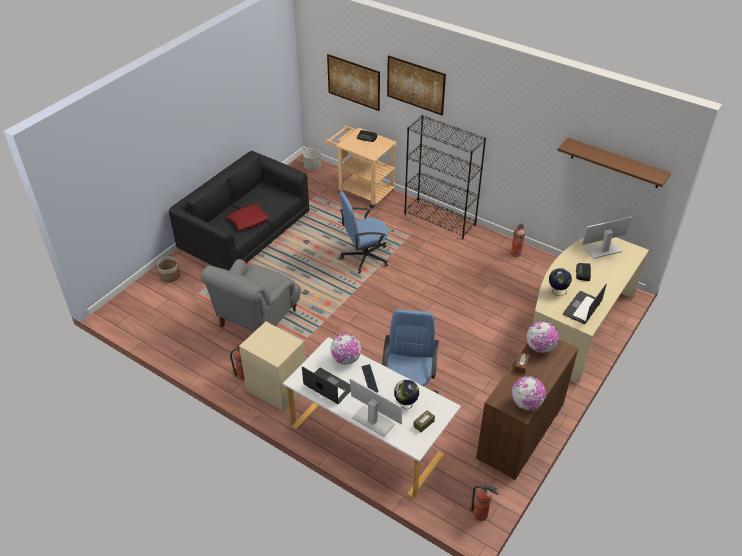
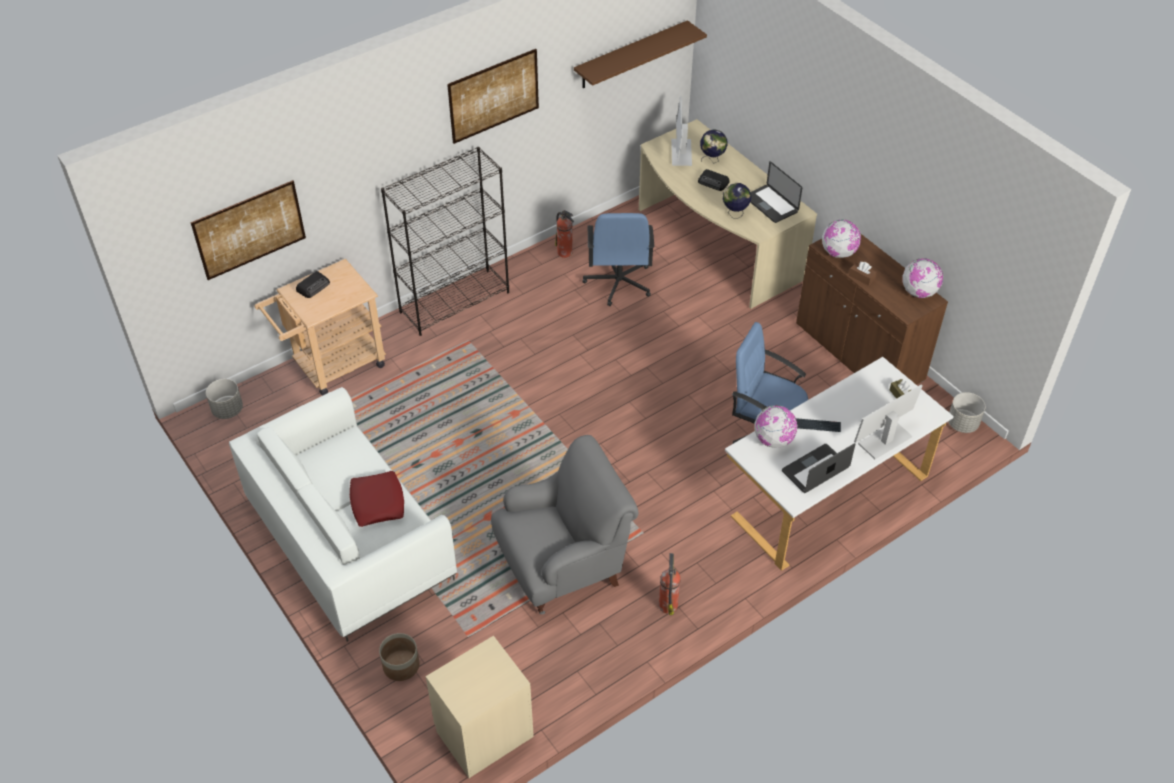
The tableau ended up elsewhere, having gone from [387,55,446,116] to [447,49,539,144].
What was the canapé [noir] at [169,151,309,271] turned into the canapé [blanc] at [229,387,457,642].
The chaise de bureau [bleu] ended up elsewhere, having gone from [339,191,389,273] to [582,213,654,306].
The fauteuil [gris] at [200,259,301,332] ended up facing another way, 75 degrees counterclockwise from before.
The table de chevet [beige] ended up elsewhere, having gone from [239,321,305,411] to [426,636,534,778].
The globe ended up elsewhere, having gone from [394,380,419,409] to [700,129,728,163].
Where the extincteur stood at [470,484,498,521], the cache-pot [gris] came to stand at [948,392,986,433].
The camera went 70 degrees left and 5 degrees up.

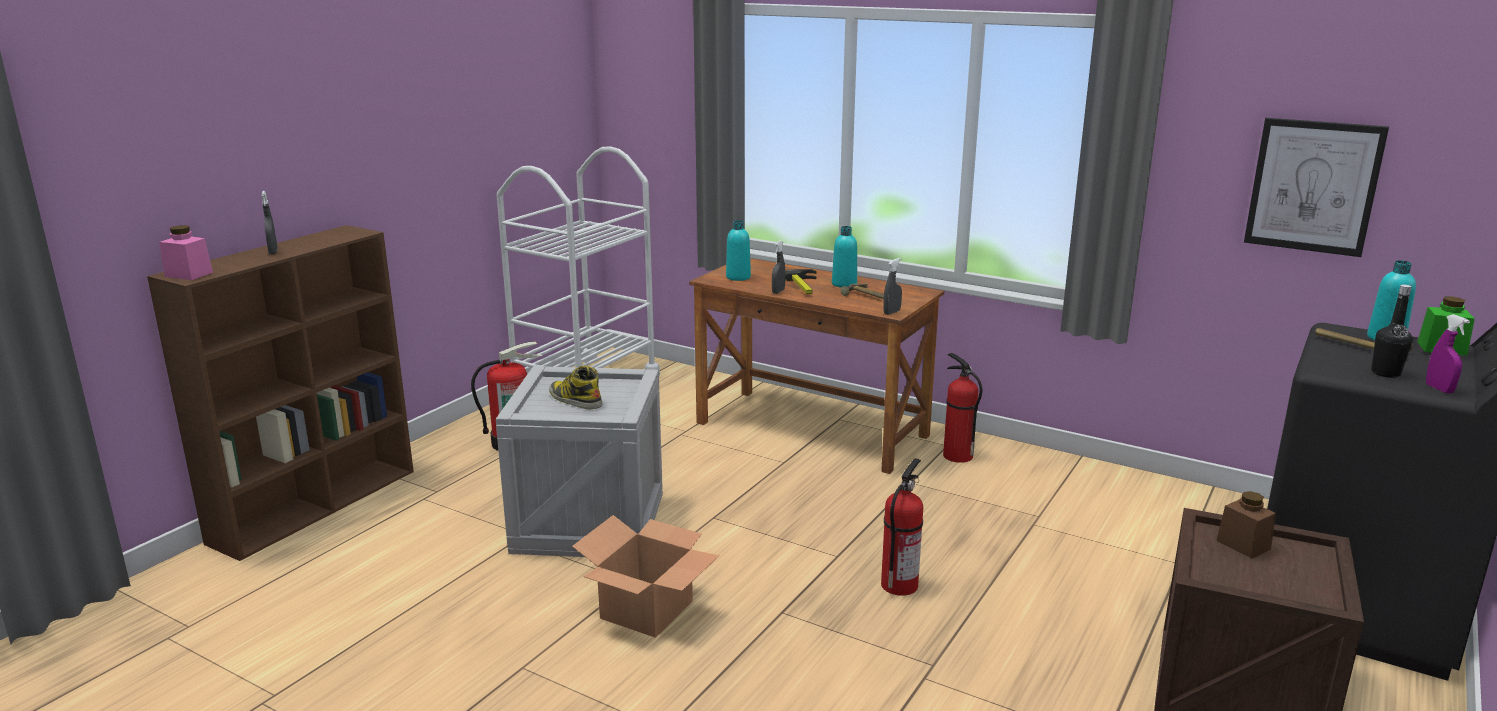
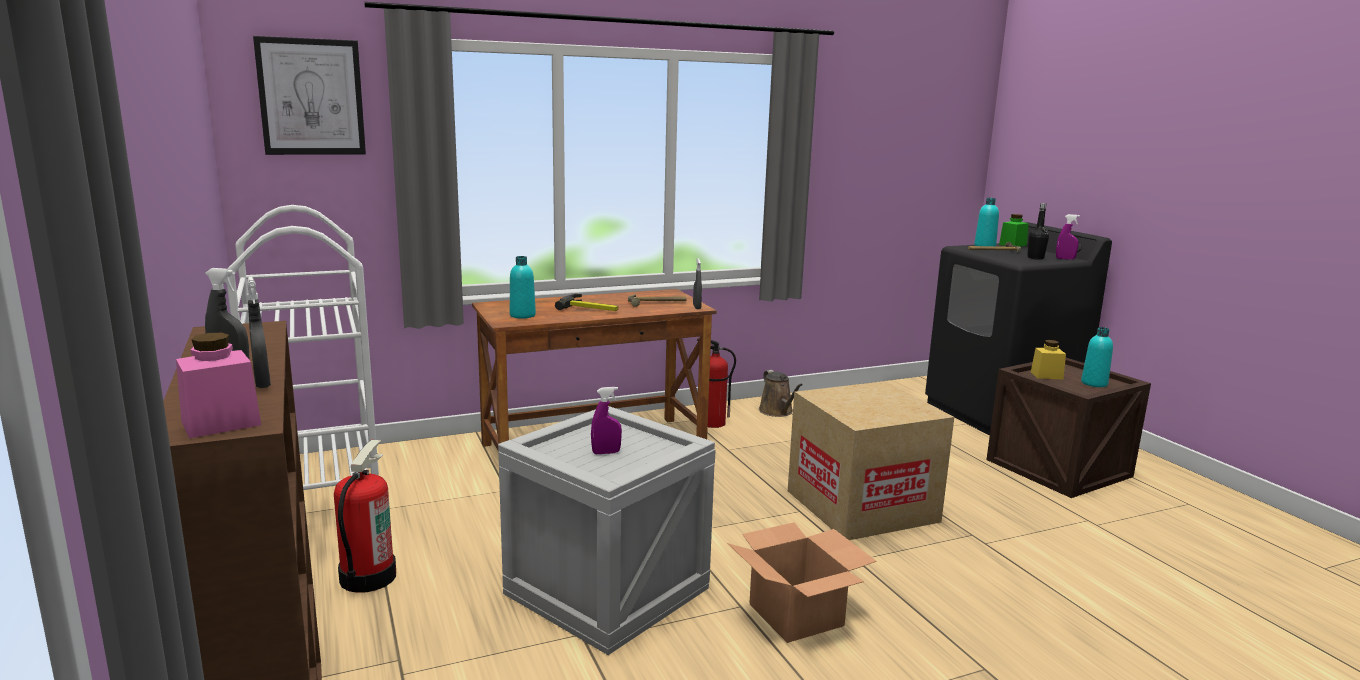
The tableau ended up elsewhere, having gone from [1244,118,1389,257] to [253,36,366,155].
The bouteille [turquoise] ended up elsewhere, having gone from [832,226,857,288] to [1081,327,1113,387].
The vaporisateur [gris] ended up elsewhere, having gone from [772,241,785,294] to [247,277,271,388].
Where the botte stood at [549,366,603,409], the vaporisateur [violet] came to stand at [591,387,622,454].
Where the extincteur stood at [881,458,923,596], the carton came to stand at [788,381,954,540].
What was the bocal [marron] at [1217,491,1276,559] turned into the bocal [jaune] at [1031,340,1066,380].
The second view gained the arrosoir [marron] at [759,370,803,417].
The camera went 55 degrees left and 5 degrees down.

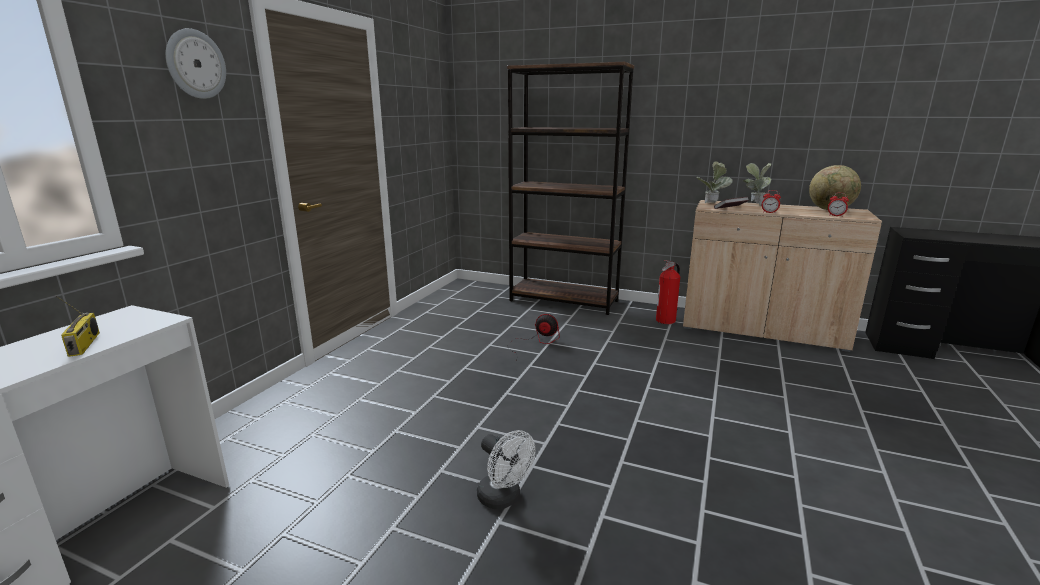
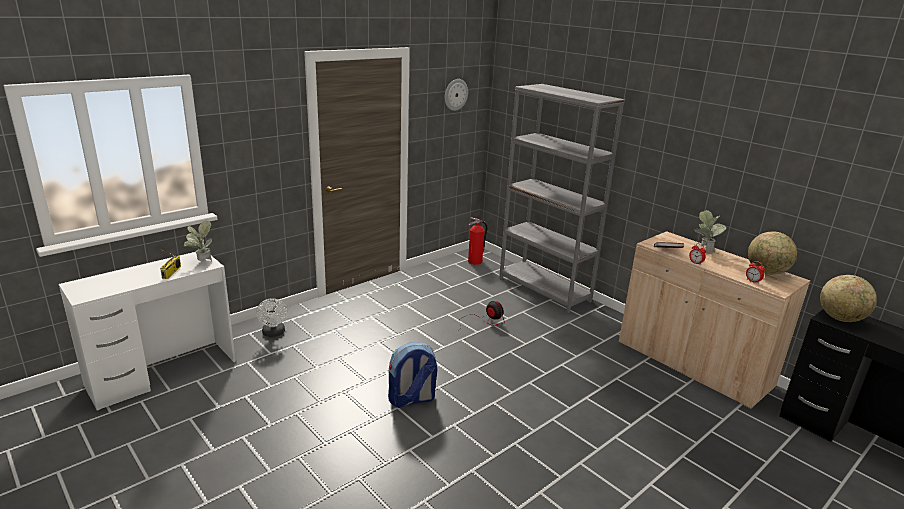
The horloge murale ended up elsewhere, having gone from [165,28,226,99] to [445,79,468,111].
What was the bibliothèque [marron] at [507,62,634,315] turned into the bibliothèque [gris] at [499,84,625,313].
The plante en pot ended up elsewhere, having gone from [697,161,733,203] to [184,221,213,261].
The extincteur ended up elsewhere, having gone from [656,260,680,324] to [468,217,487,265].
The ventilateur [blanc] ended up elsewhere, having gone from [477,430,536,509] to [256,298,287,337].
The second view gained the globe at [820,275,877,322].
The second view gained the sac à dos at [388,342,437,408].
The camera went 25 degrees right and 5 degrees up.

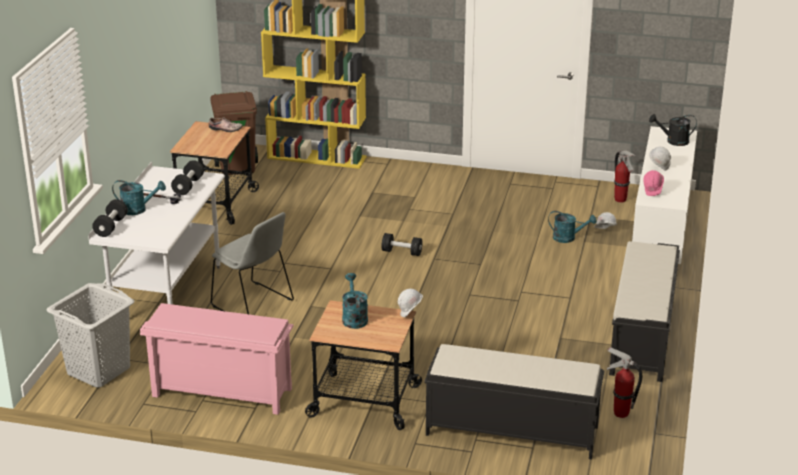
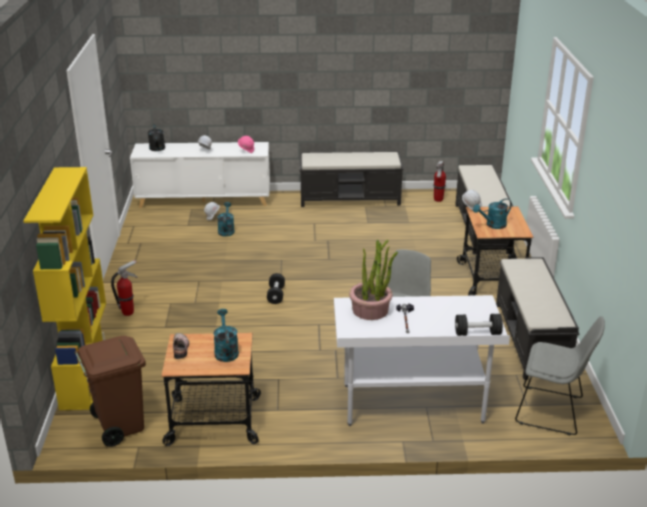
The extincteur ended up elsewhere, having gone from [614,150,635,203] to [111,260,137,316].
Where the haltère [noir] stood at [171,160,204,195], the plante en pot came to stand at [349,239,398,320].
The arrosoir [turquoise] ended up elsewhere, having gone from [112,180,166,215] to [213,309,239,362].
Where the panier à linge [gris] stood at [46,283,135,388], the chaise [gris] came to stand at [515,316,605,436].
Where the étagère à chaussures [rose] stood at [140,303,293,415], the banc [noir] came to stand at [496,257,579,380].
The camera went 105 degrees left and 0 degrees up.

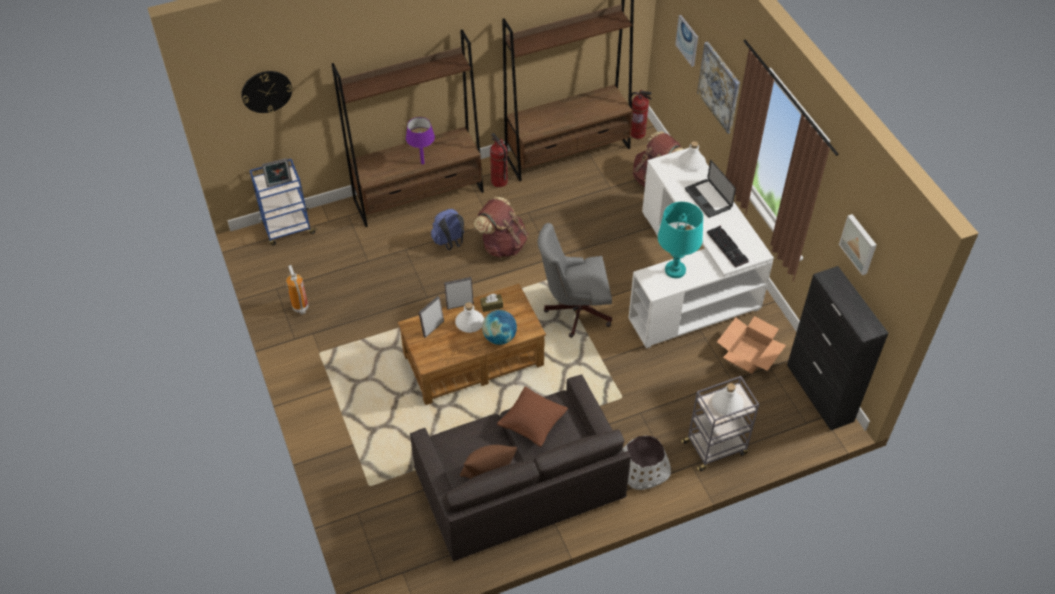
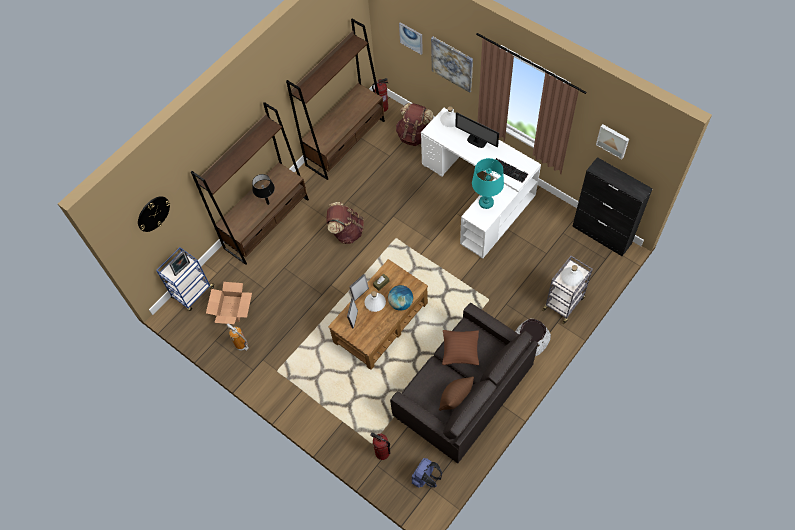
What was the lampe de table [violet] at [406,117,435,164] turned into the lampe de table [noir] at [252,174,275,205].
The extincteur ended up elsewhere, having gone from [490,133,508,187] to [371,432,391,460].
Where the ordinateur portable stood at [685,160,736,218], the écran d'ordinateur came to stand at [455,112,499,148].
The sac à dos [bleu] ended up elsewhere, having gone from [431,209,464,250] to [411,458,442,488].
The second view lost the chaise de bureau [gris] at [538,223,612,338].
The carton ended up elsewhere, having gone from [717,316,786,374] to [206,282,252,324].
The camera went 25 degrees left and 10 degrees up.

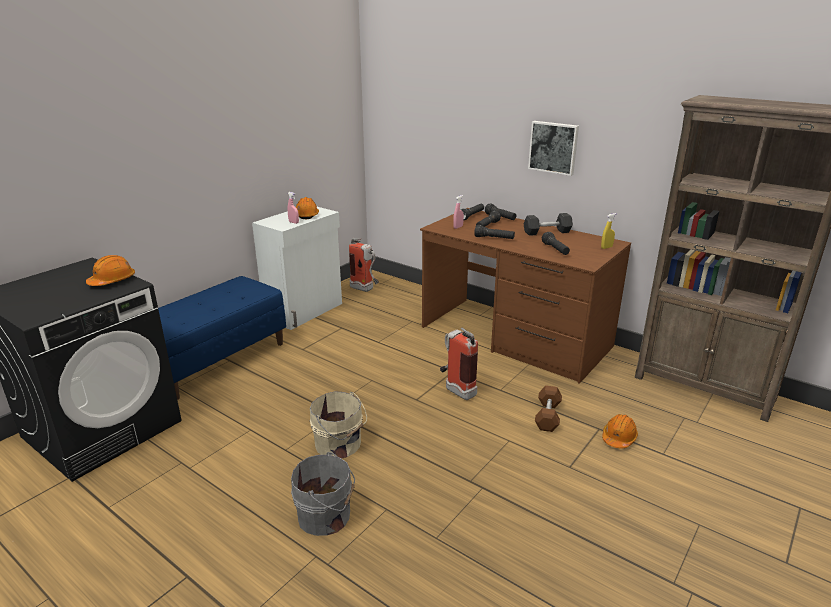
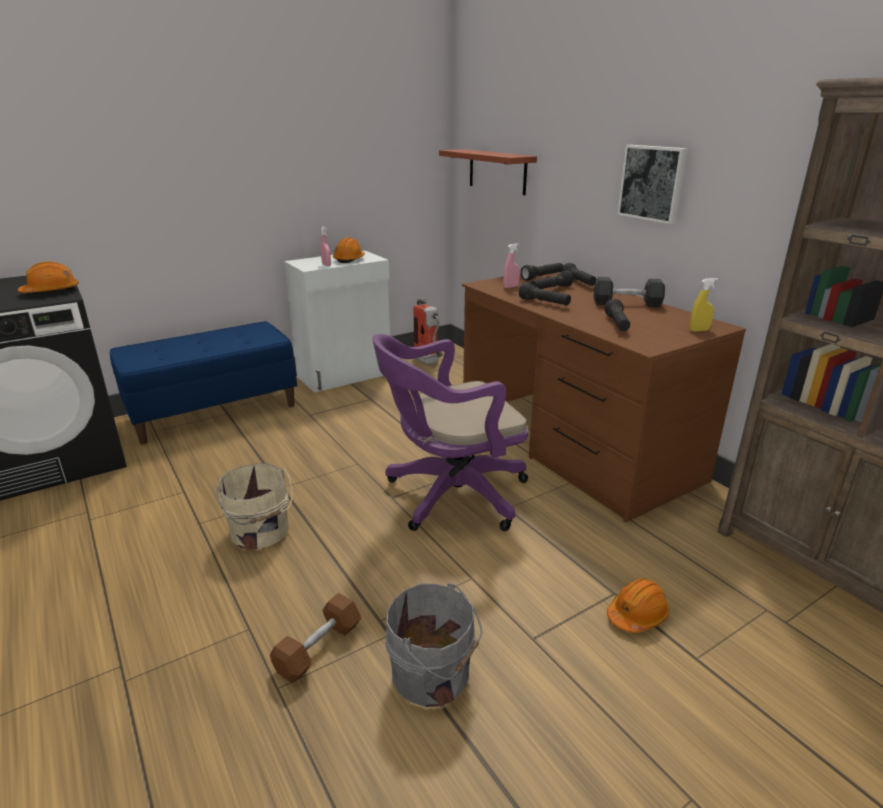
Where the extincteur stood at [440,327,478,400], the chaise de bureau [violet] came to stand at [372,334,528,531].
The haltère [marron] ended up elsewhere, having gone from [535,385,562,432] to [270,593,361,683].
The seau [gris] ended up elsewhere, having gone from [291,452,355,536] to [385,583,482,707].
The second view gained the étagère at [439,149,537,195].
The camera went 20 degrees right and 0 degrees up.

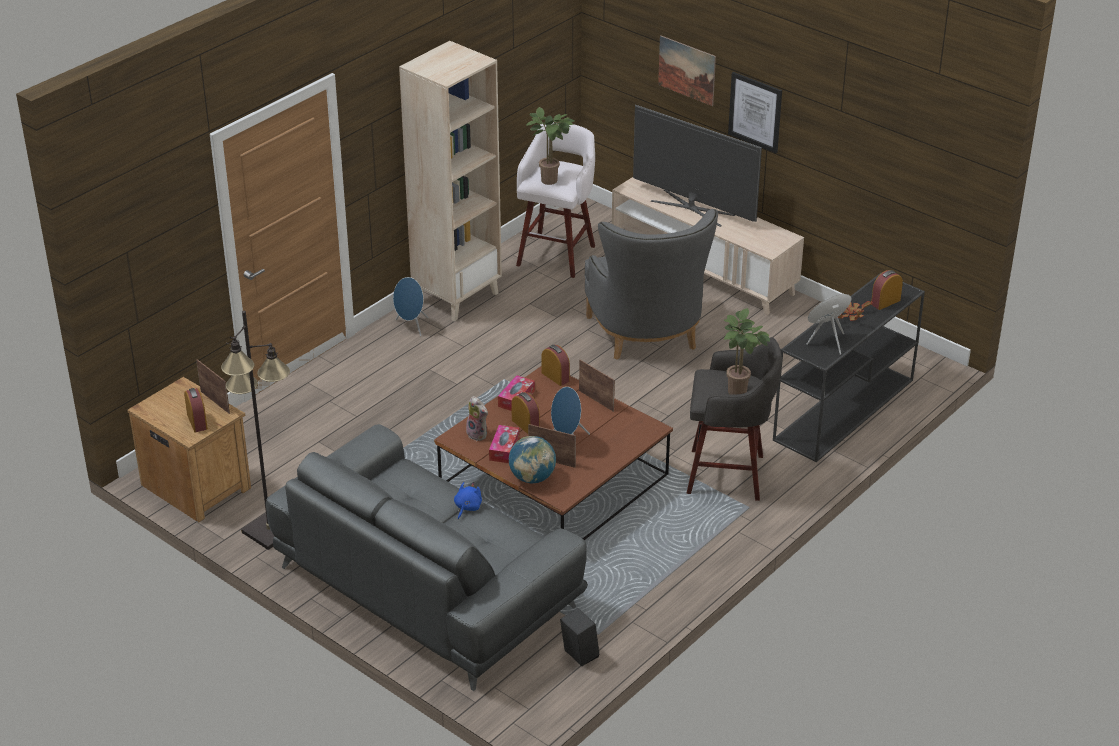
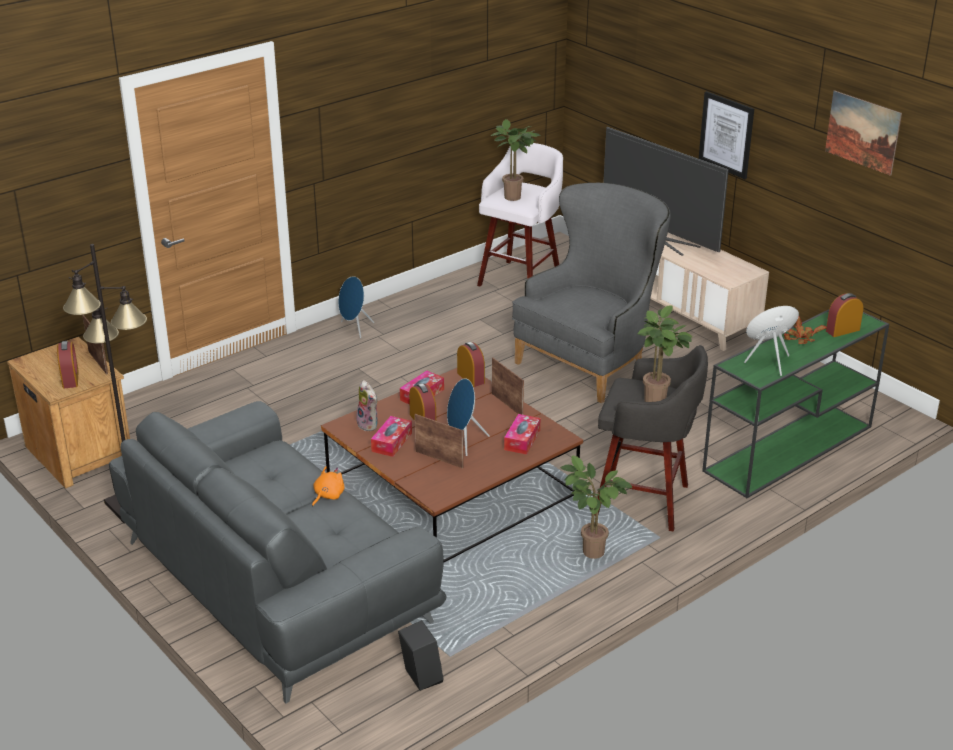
The tableau ended up elsewhere, having gone from [658,35,716,106] to [825,90,902,176].
The second view lost the bibliothèque [beige] at [399,41,502,322].
The fauteuil [gris] at [584,209,718,360] ended up facing another way, 135 degrees counterclockwise from before.
What was the table console [noir] at [773,273,925,462] turned into the table console [vert] at [702,310,889,498].
The second view lost the globe at [509,436,556,483].
What was the peluche [bleu] at [454,482,482,519] turned into the peluche [orange] at [312,466,345,507].
The second view gained the boîte à mouchoirs at [504,414,540,455].
The second view gained the plante en pot at [560,456,632,559].
The camera went 10 degrees right and 5 degrees down.

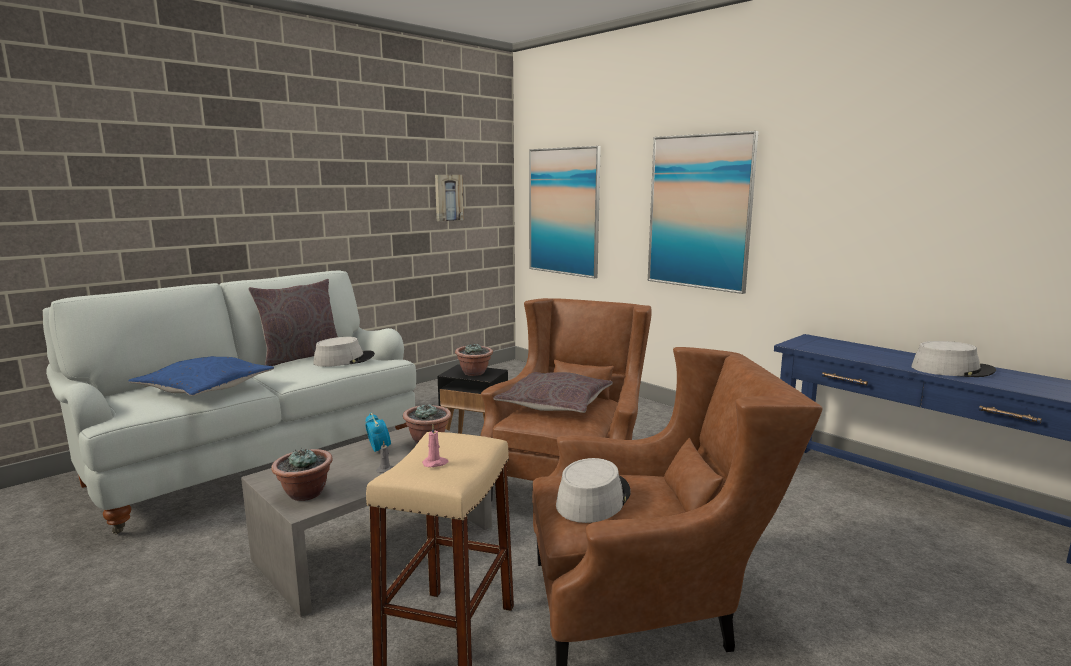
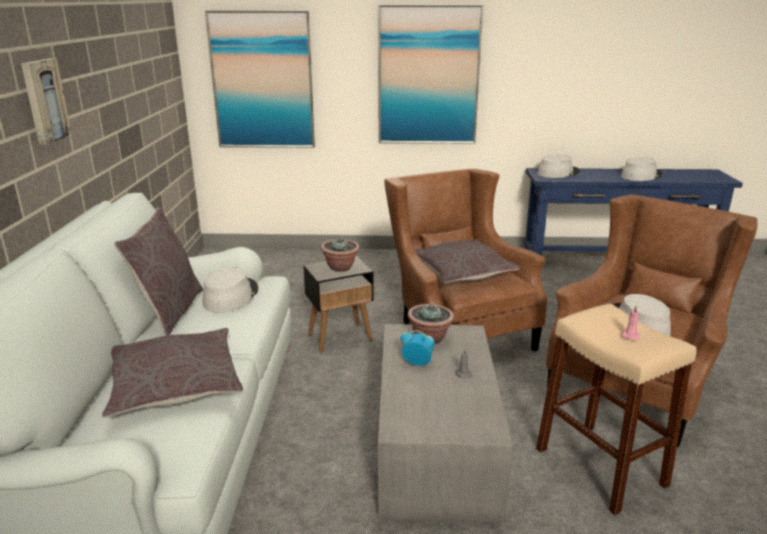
The tableau ended up elsewhere, having gone from [435,175,463,221] to [21,58,72,145].
What was the coussin [bleu] at [128,356,274,396] turned into the coussin [gris] at [102,328,243,418].
The second view lost the plante en pot at [271,448,333,501].
The second view gained the chapeau [gris] at [537,155,580,178].
The camera went 45 degrees left and 10 degrees up.

